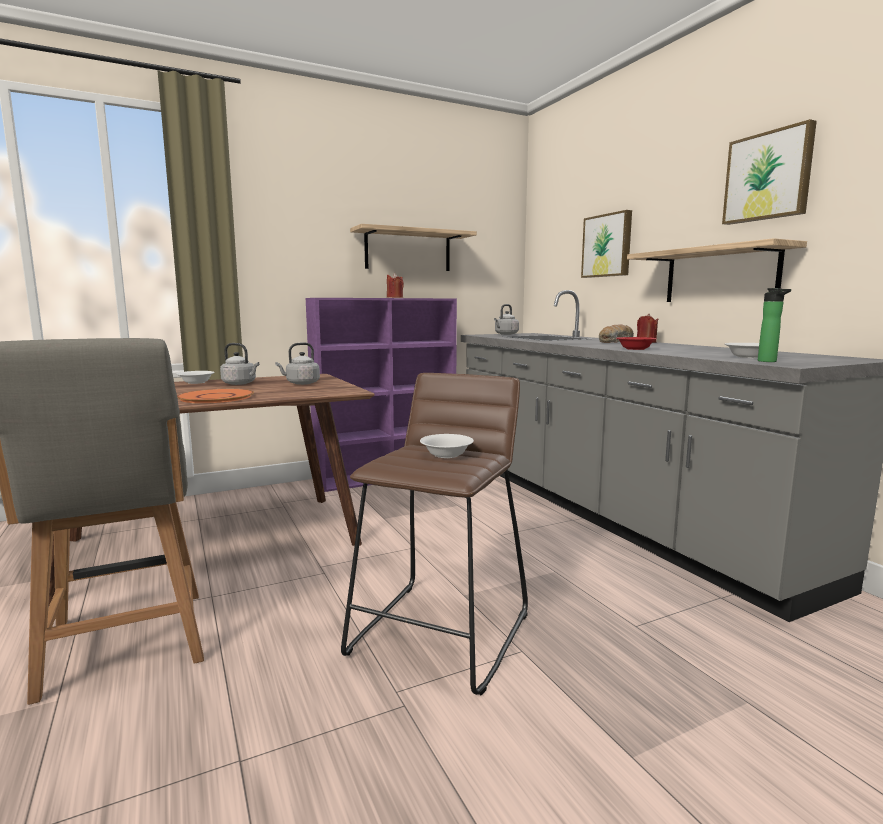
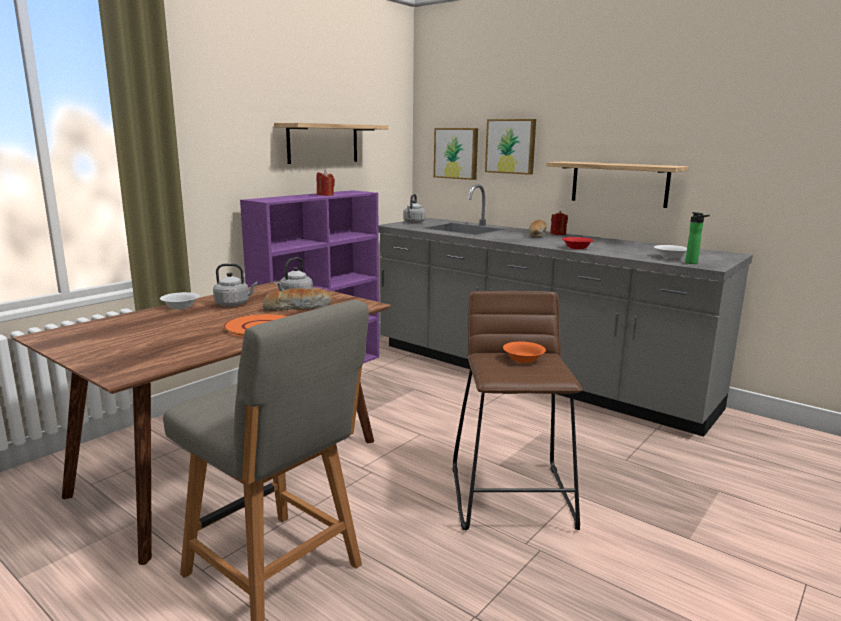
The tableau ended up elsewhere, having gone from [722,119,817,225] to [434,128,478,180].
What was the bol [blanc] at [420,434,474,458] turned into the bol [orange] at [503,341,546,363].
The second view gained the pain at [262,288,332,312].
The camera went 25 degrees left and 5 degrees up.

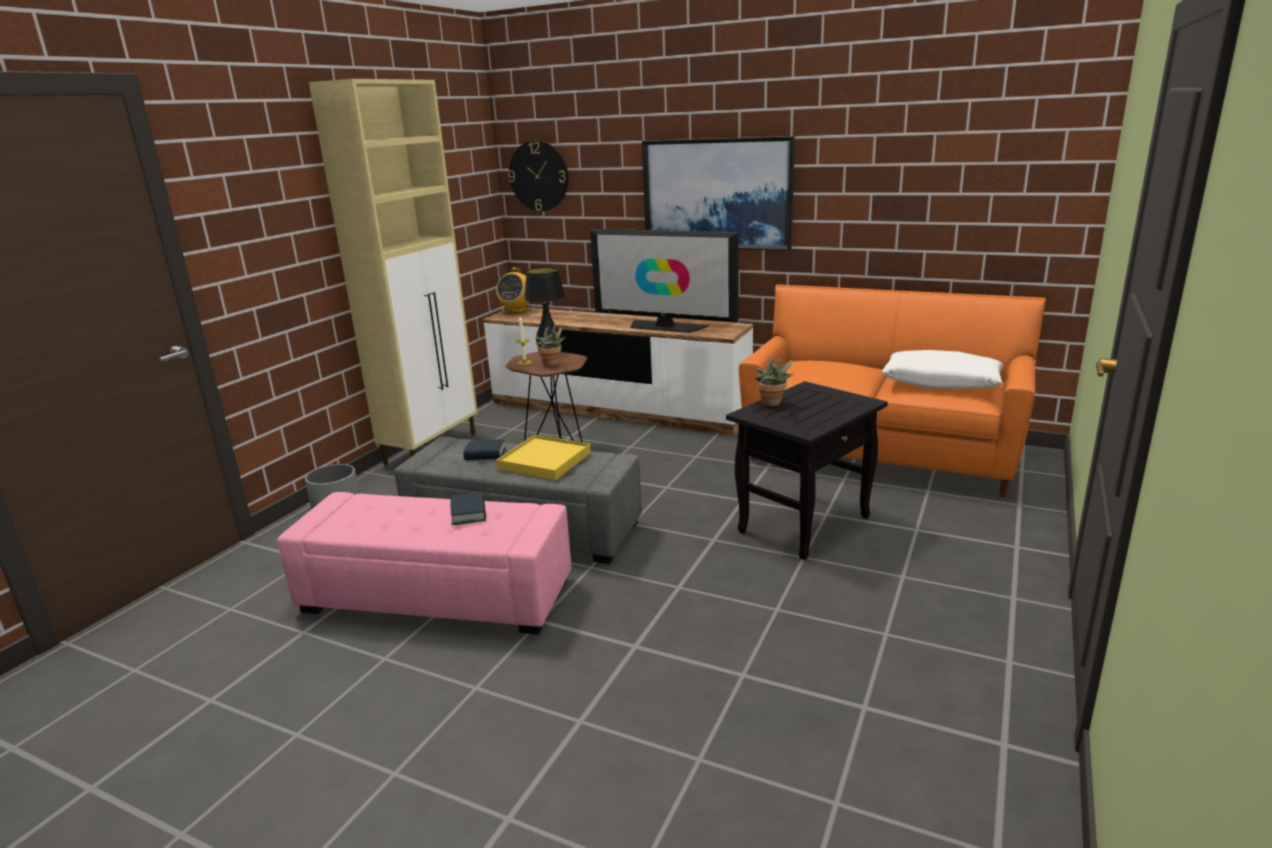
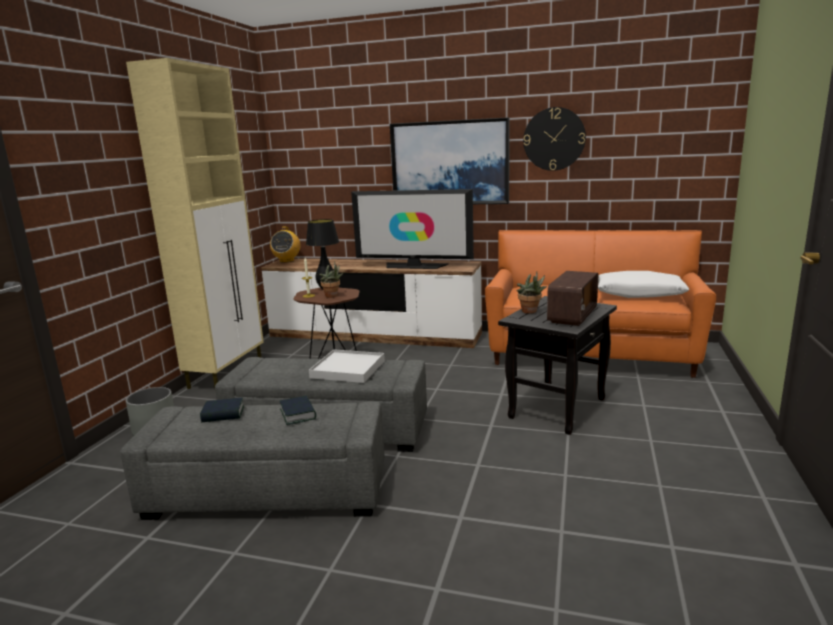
The horloge murale ended up elsewhere, having gone from [508,140,568,211] to [523,107,586,171].
What was the plateau [jaune] at [496,435,591,480] turned into the plateau [blanc] at [309,349,385,383].
The livre ended up elsewhere, having gone from [463,439,506,460] to [200,398,244,422].
What was the pouf [rose] at [277,492,572,635] turned into the pouf [gris] at [120,401,385,520].
The second view gained the radio at [547,271,598,326].
The camera went 10 degrees left and 5 degrees down.

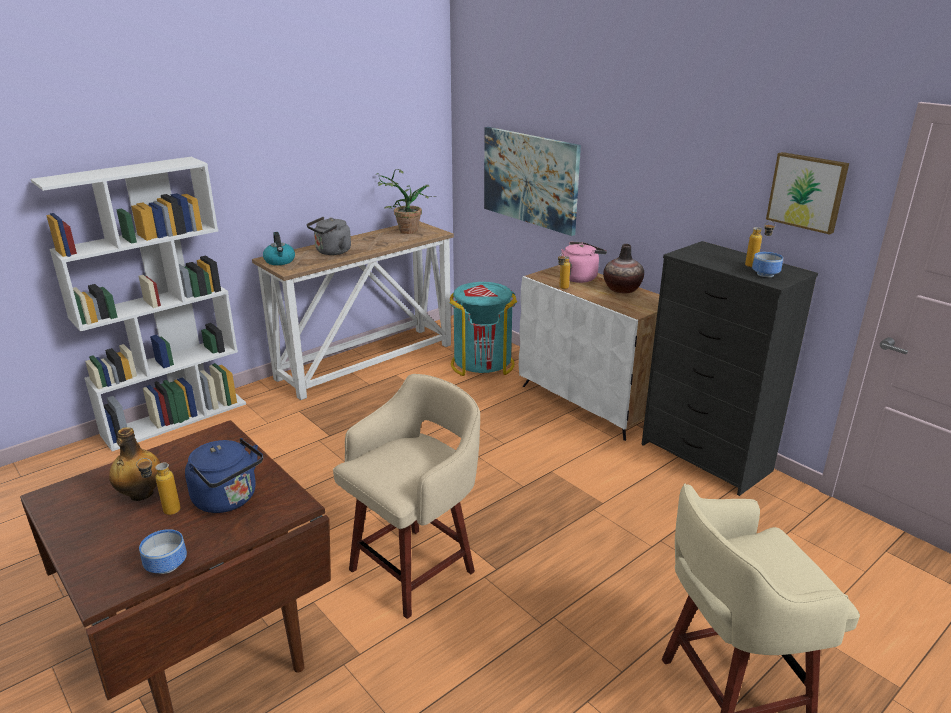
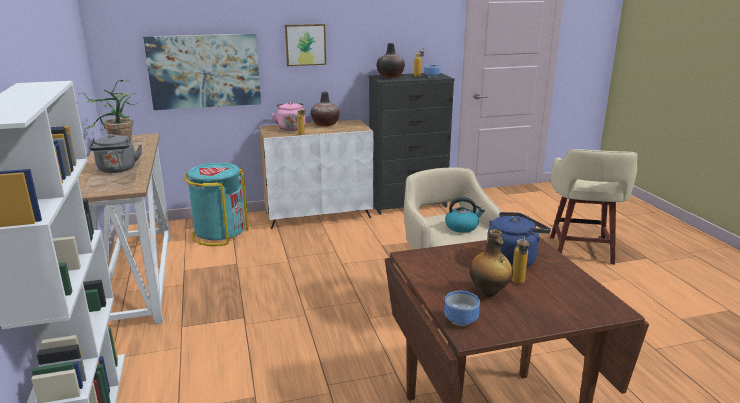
The tableau ended up elsewhere, having gone from [766,152,849,235] to [285,24,326,66].
The bouilloire ended up elsewhere, having gone from [263,232,295,265] to [445,197,485,233].
The bol ended up elsewhere, having gone from [139,529,187,574] to [444,291,480,326].
The second view gained the vase at [377,43,405,78].
The camera went 65 degrees left and 5 degrees down.

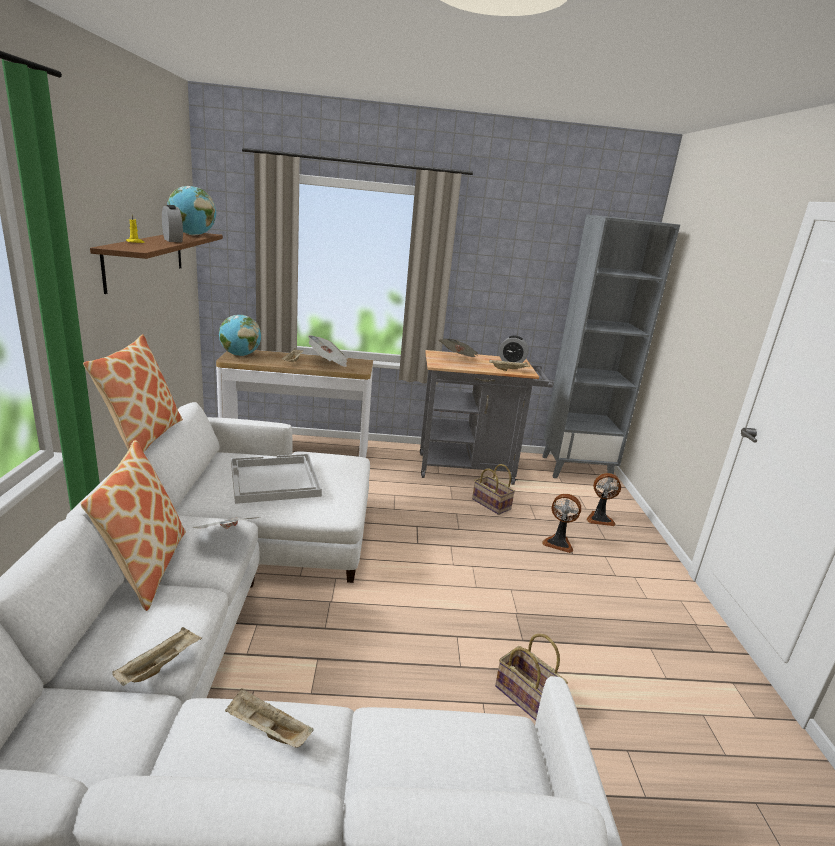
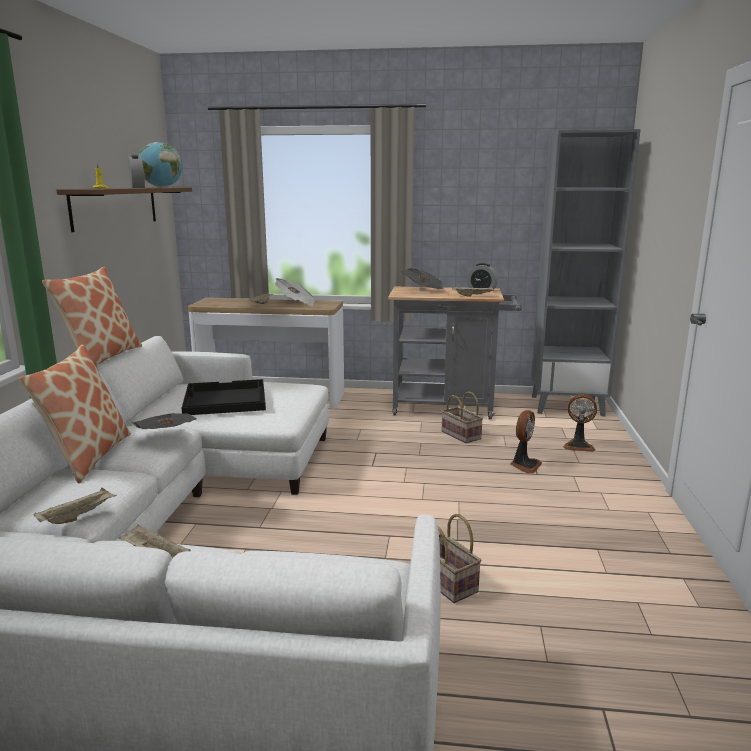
The second view lost the globe at [219,315,261,356].
What was the plateau [blanc] at [231,454,322,504] turned into the plateau [noir] at [182,379,266,415].
The ventilateur at [542,494,581,553] ended up facing another way, 90 degrees counterclockwise from before.
The camera went 10 degrees right and 5 degrees down.

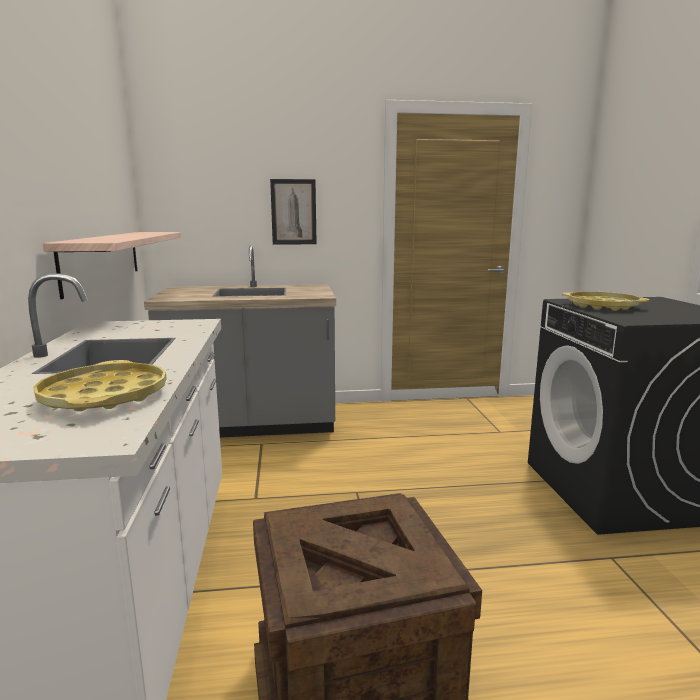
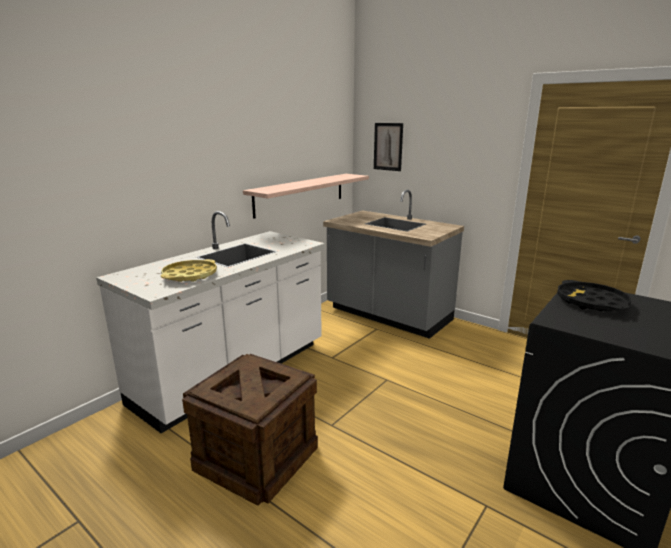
The tableau ended up elsewhere, having gone from [270,179,317,245] to [374,123,403,171].
What was the plateau [jaune] at [562,291,649,311] turned into the plateau [noir] at [557,280,631,311].
The camera went 45 degrees right and 5 degrees up.

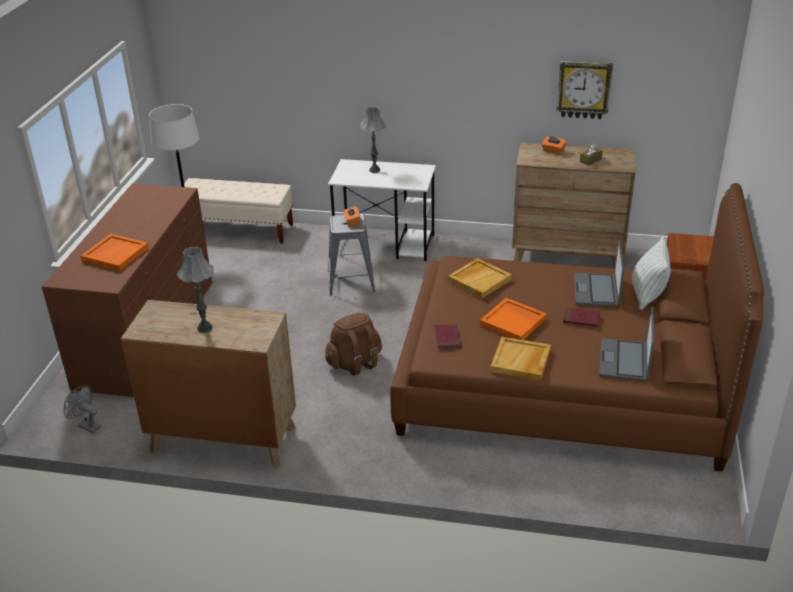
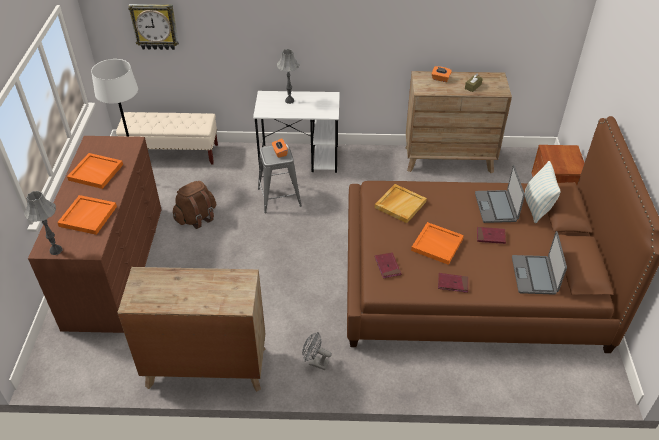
The horloge murale ended up elsewhere, having gone from [557,61,613,119] to [128,4,179,50].
The lampe de table [gris] ended up elsewhere, having gone from [177,247,214,333] to [24,191,62,255].
The sac à dos [marron] ended up elsewhere, having gone from [325,313,382,376] to [173,181,216,229].
Where the plateau [beige] stood at [490,337,551,381], the livre [rouge] came to stand at [438,273,468,293].
The ventilateur [gris] ended up elsewhere, having gone from [64,385,102,433] to [302,332,332,370].
The second view gained the plateau [orange] at [67,153,123,189].
The camera went 10 degrees left and 10 degrees up.

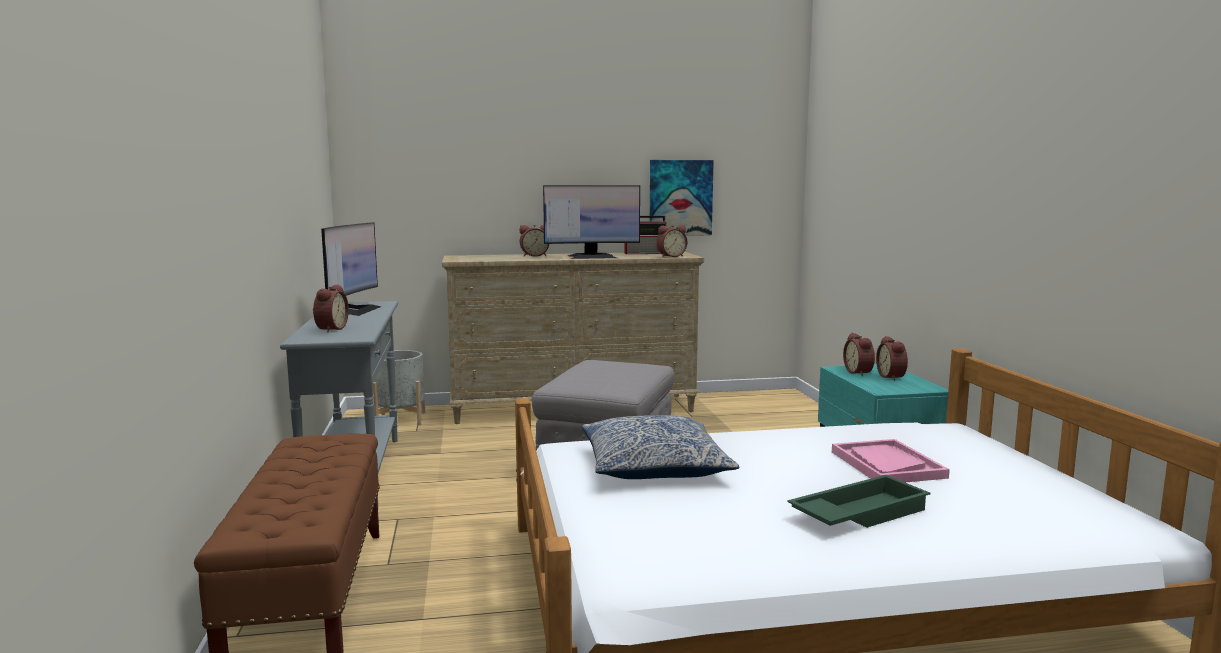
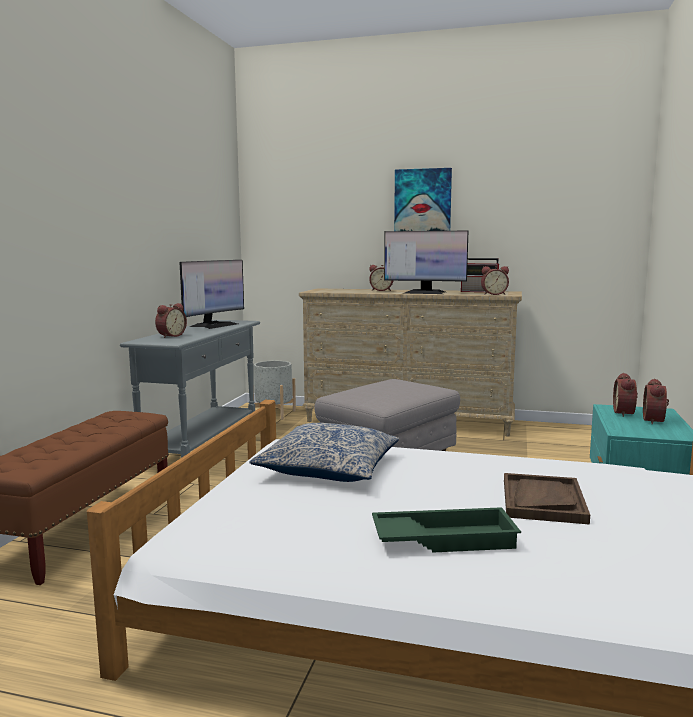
The tableau ended up elsewhere, having gone from [650,160,714,236] to [394,168,452,231].
What was the plateau [rose] at [832,439,950,482] turned into the plateau [marron] at [504,473,590,525].
The camera went 25 degrees right and 0 degrees up.

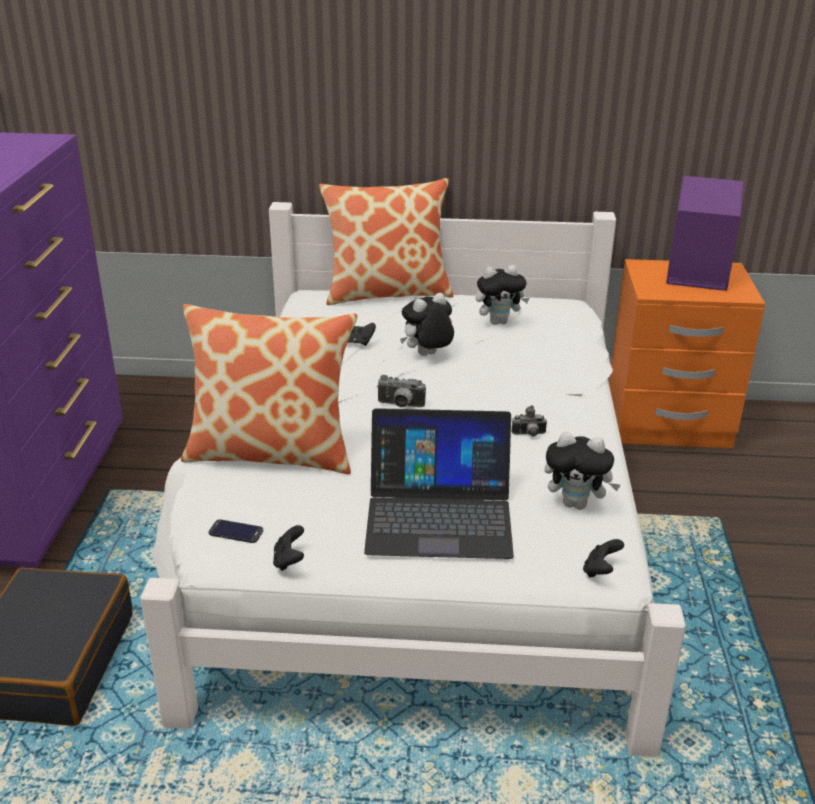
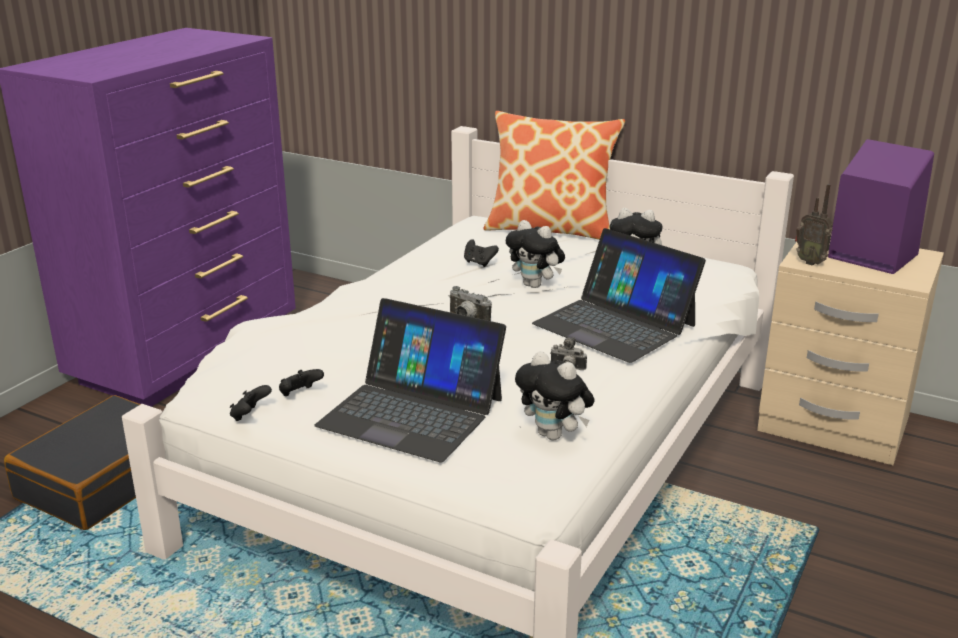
What was the table de chevet [orange] at [609,259,765,448] turned into the table de chevet [beige] at [757,239,944,465].
The peluche at [400,293,454,356] ended up facing another way, 135 degrees counterclockwise from before.
The second view lost the coussin at [181,304,358,474].
The second view lost the téléphone at [209,520,263,543].
The manette [noir] ended up elsewhere, having gone from [583,539,624,578] to [279,369,324,396].
The second view gained the radio at [795,184,833,266].
The second view gained the ordinateur portable at [532,228,706,363].
The camera went 25 degrees right and 5 degrees down.

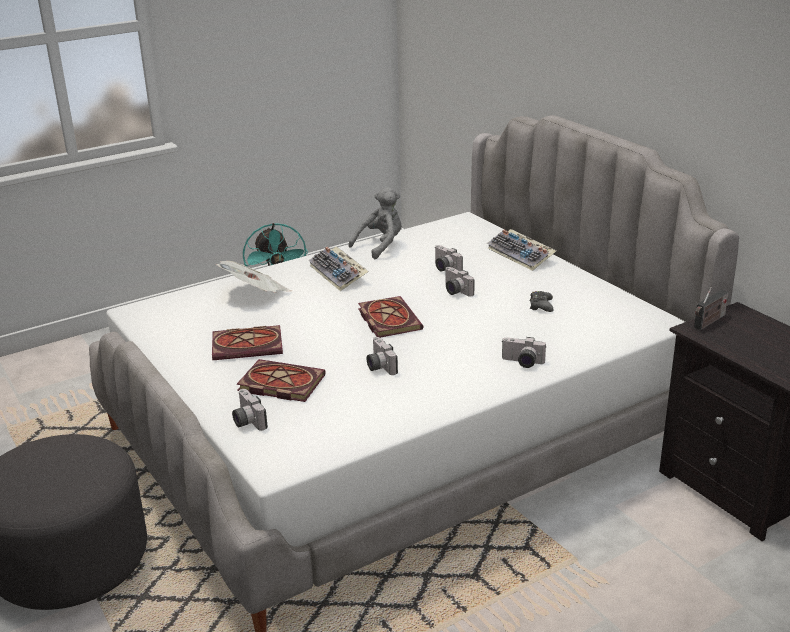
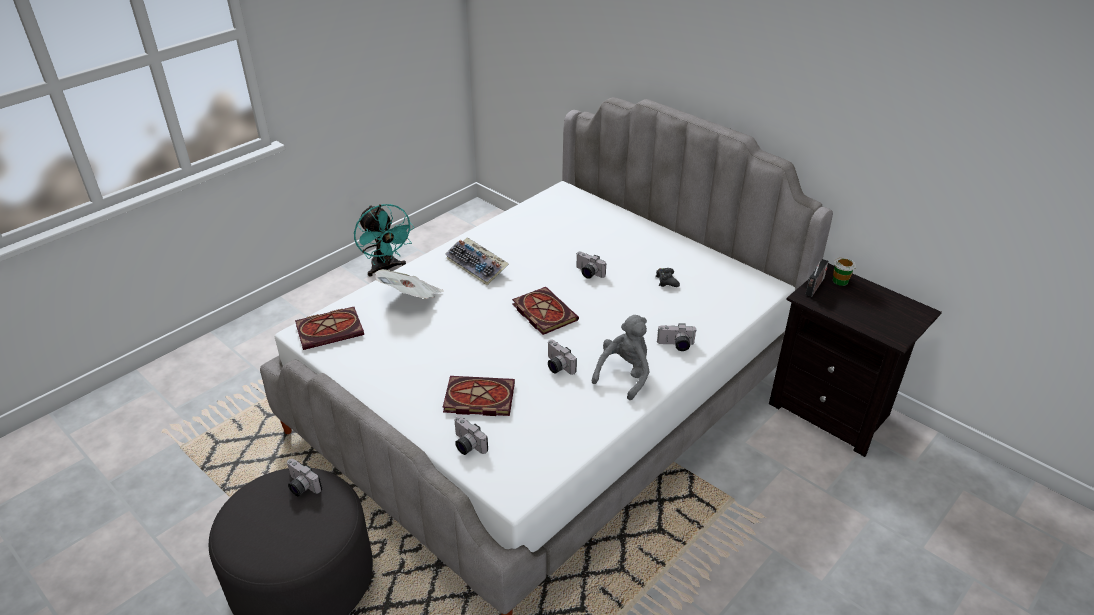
The peluche [gris] ended up elsewhere, having gone from [348,187,402,259] to [592,315,650,400].
The second view lost the clavier at [487,229,556,271].
The appareil photo ended up elsewhere, having gone from [435,245,463,272] to [287,458,322,496].
The livre ended up elsewhere, having gone from [212,325,283,360] to [295,307,364,350].
The second view gained the tasse at [833,257,856,286].
The camera went 15 degrees left and 10 degrees up.

